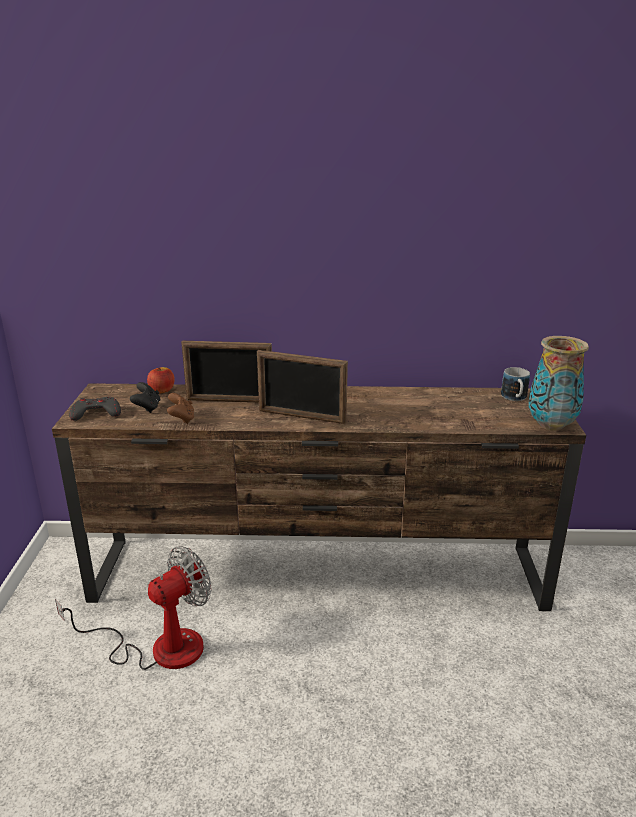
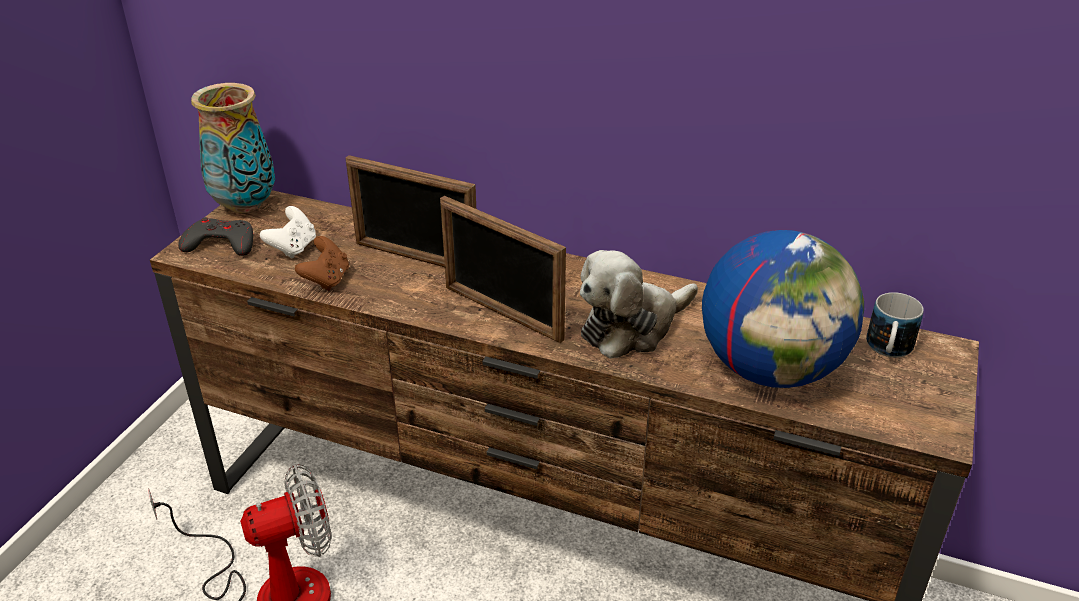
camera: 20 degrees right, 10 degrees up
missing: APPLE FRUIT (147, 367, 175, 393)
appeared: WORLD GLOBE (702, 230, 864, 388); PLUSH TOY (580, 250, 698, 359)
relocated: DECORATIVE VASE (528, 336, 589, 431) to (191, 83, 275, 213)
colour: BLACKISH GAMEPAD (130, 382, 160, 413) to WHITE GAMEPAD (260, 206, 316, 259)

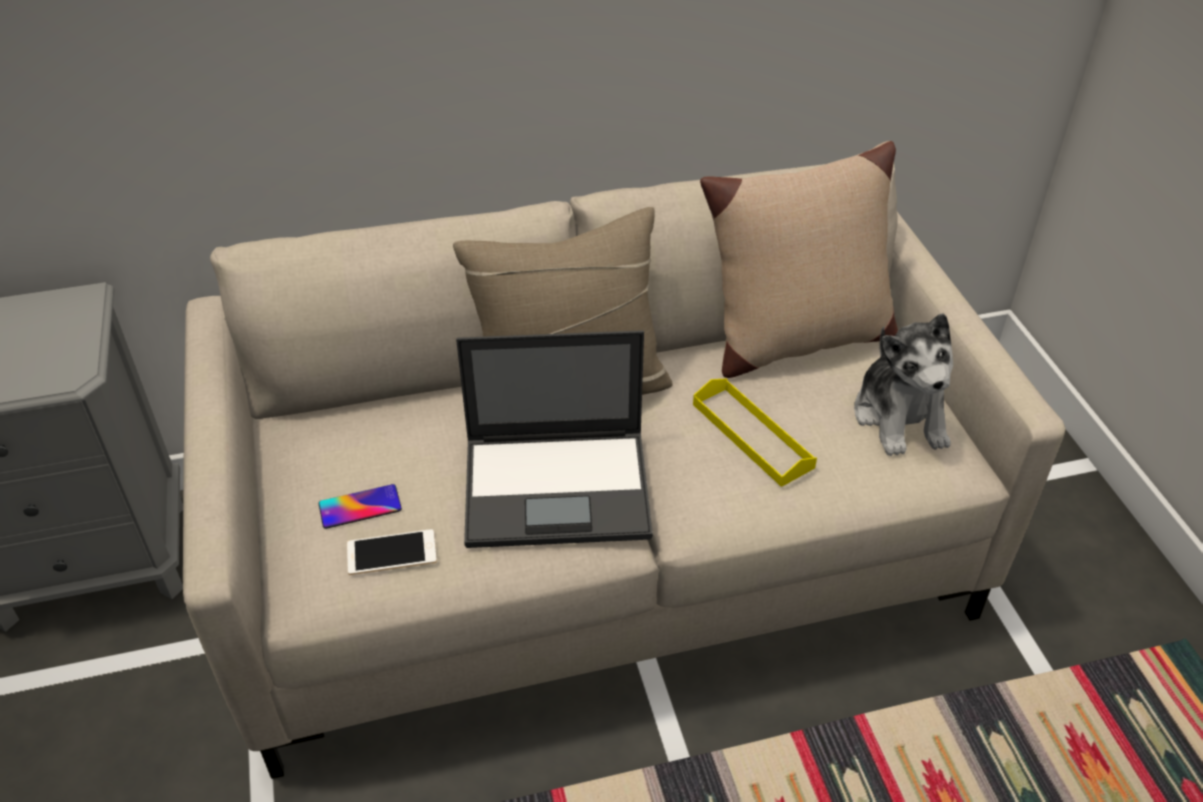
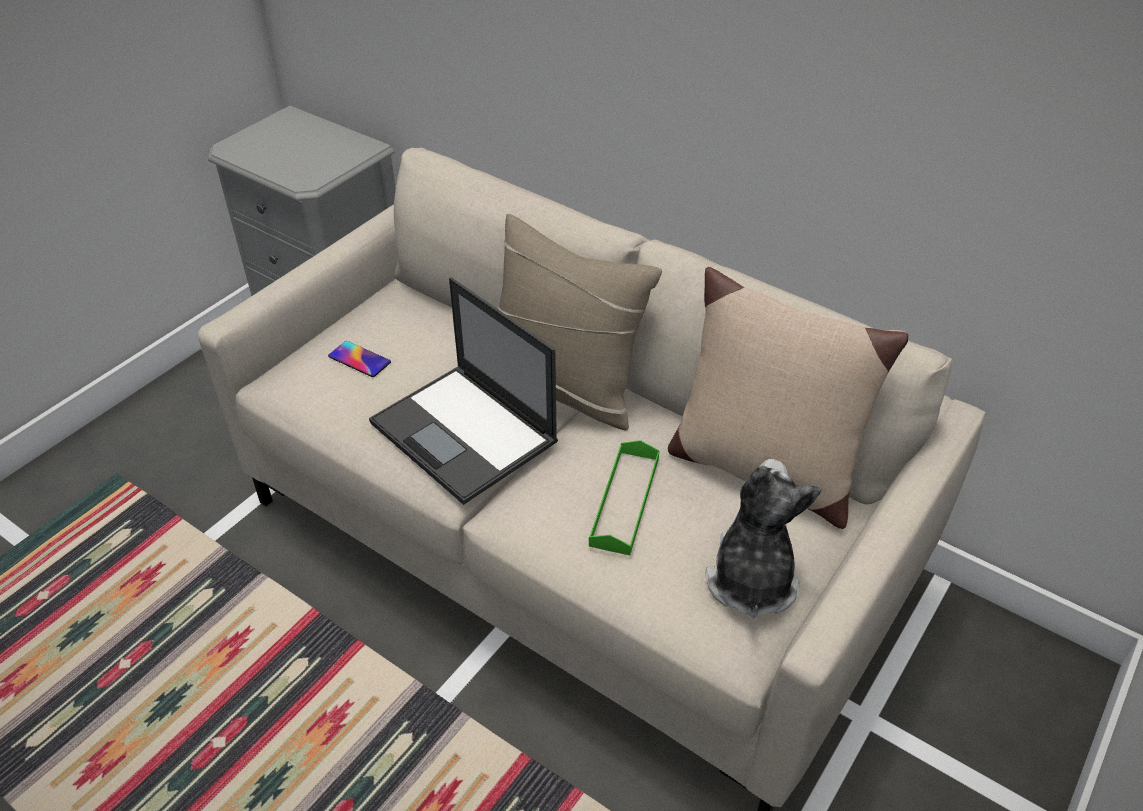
camera: 50 degrees right, 0 degrees up
missing: PHONE (347, 529, 437, 575)
colour: YELLOW-COLOURED TRAY (693, 378, 817, 487) to GREEN TRAY (589, 440, 659, 555)
spun: PLUSH TOY (854, 313, 953, 456) = (705, 459, 822, 619) 150 degrees clockwise

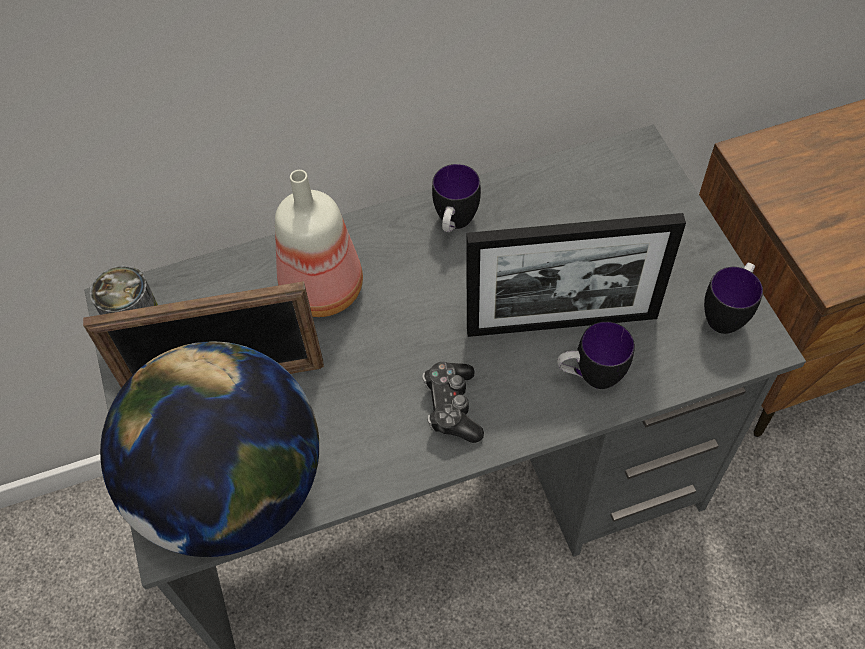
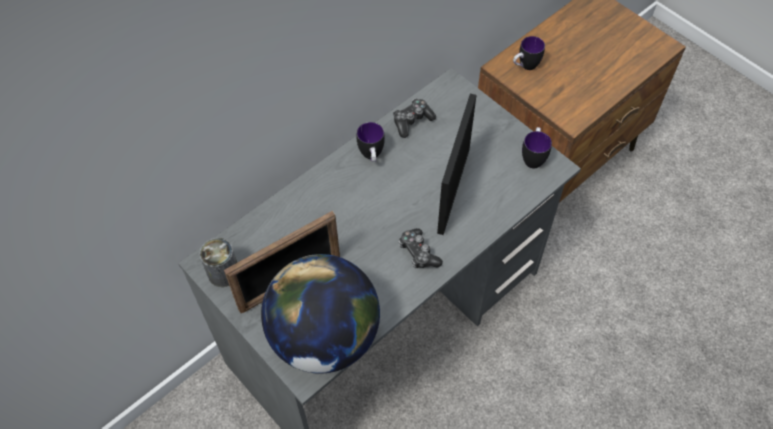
camera: 25 degrees left, 0 degrees up
missing: BEVERAGE BOTTLE (275, 170, 363, 317)
appeared: GAMEPAD (393, 99, 436, 138)
relocated: MUG (557, 321, 635, 389) to (513, 36, 545, 70)
spun: PICTURE FRAME (467, 213, 686, 337) = (437, 94, 476, 235) 135 degrees clockwise

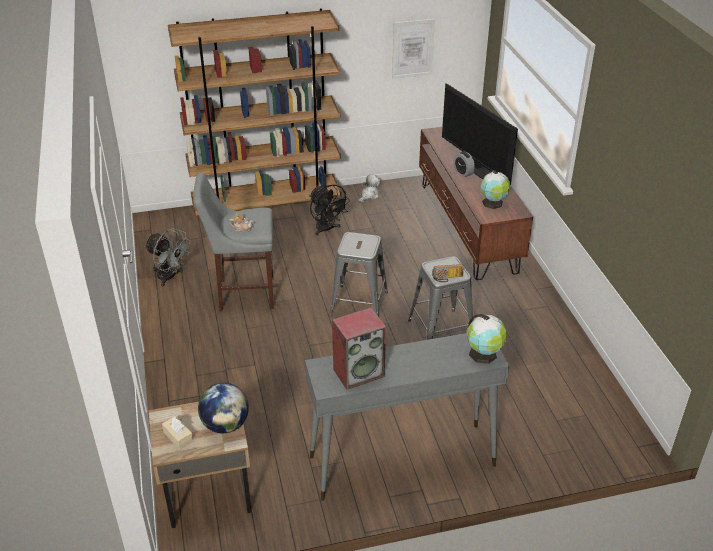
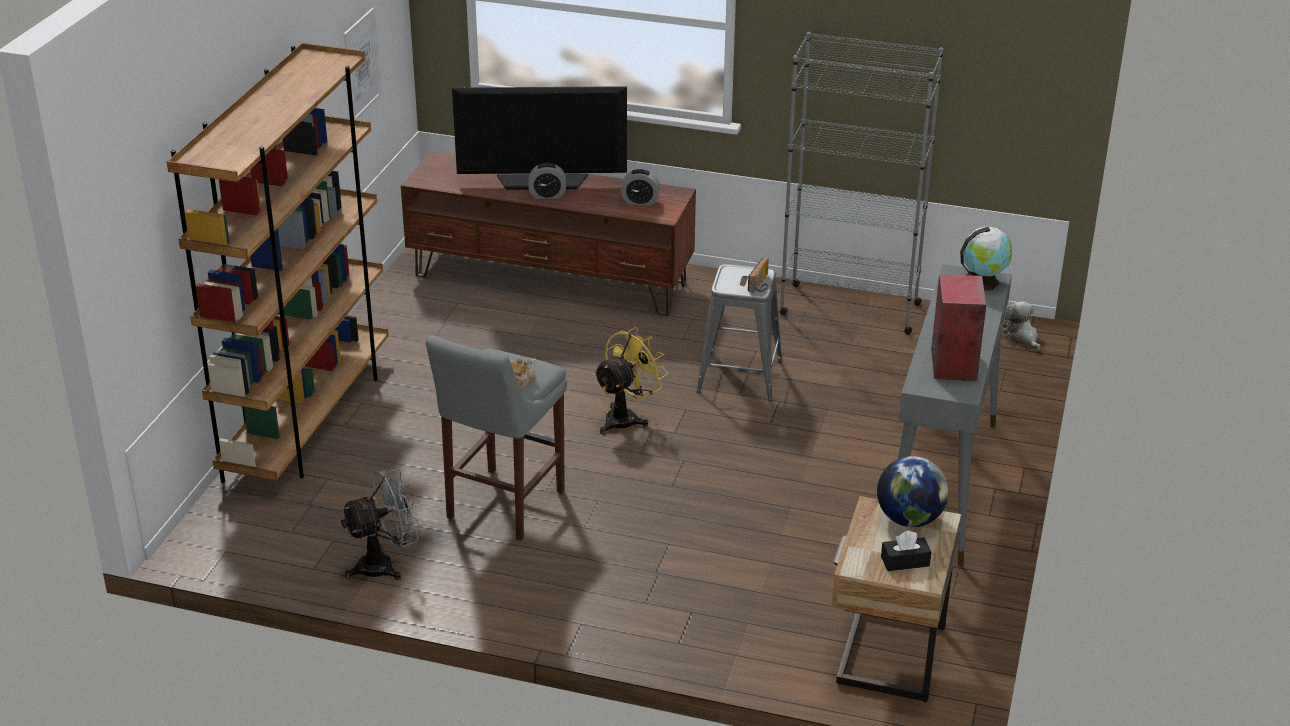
camera: 60 degrees left, 5 degrees down
missing: BLACKISH FAN (309, 185, 350, 236)
appeared: GREY BOOKCASE (780, 32, 944, 335)
relocated: PLUSH TOY (358, 175, 381, 203) to (1003, 301, 1041, 351)
exchanged: WORLD GLOBE (481, 170, 510, 209) to TABLE CLOCK (621, 169, 660, 206); GREY STOOL (329, 232, 388, 317) to YELLOW-COLOURED FAN (593, 327, 668, 434)
colour: BEIGE TISSUE BOX (162, 416, 194, 450) to BLACKISH TISSUE BOX (881, 531, 932, 571)

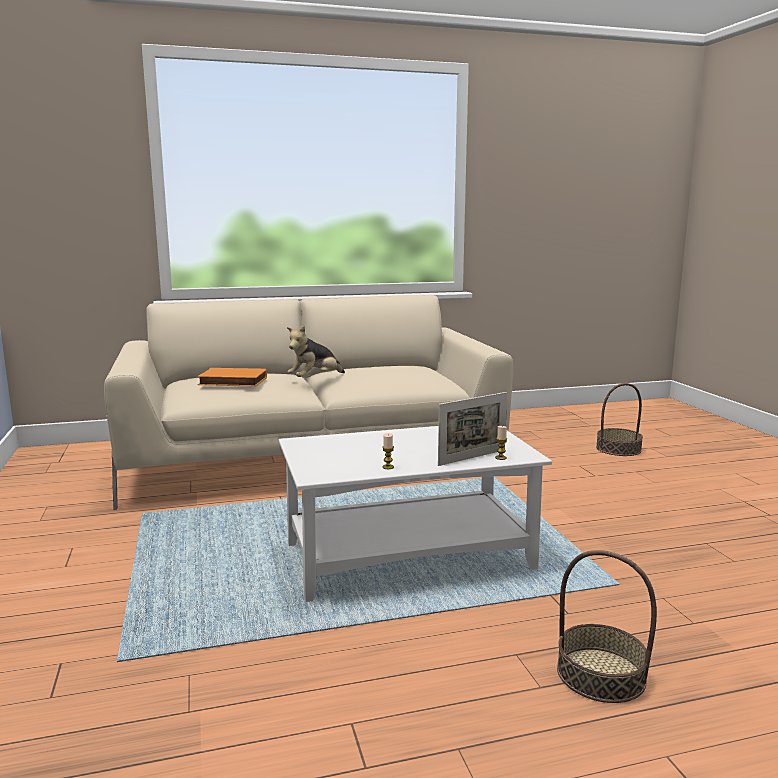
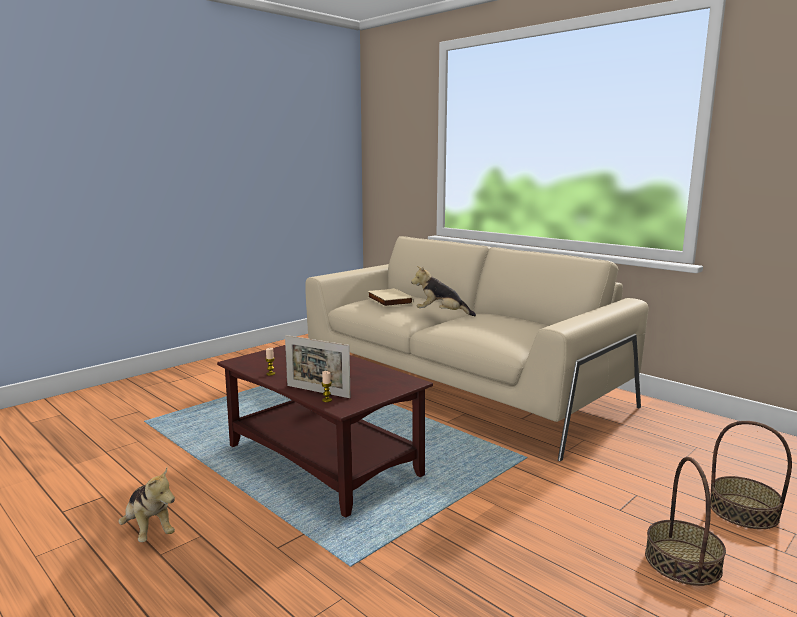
camera: 60 degrees right, 0 degrees up
appeared: PLUSH TOY (118, 468, 175, 542)
relocated: HOUSEHOLD BASKET (557, 550, 657, 703) to (645, 457, 726, 586)
colour: ORANGE BOOK (197, 368, 267, 387) to BEIGE BOOK (368, 288, 414, 307); WHITE LOUNGE TABLE (279, 426, 552, 602) to BROWN LOUNGE TABLE (217, 345, 433, 518)

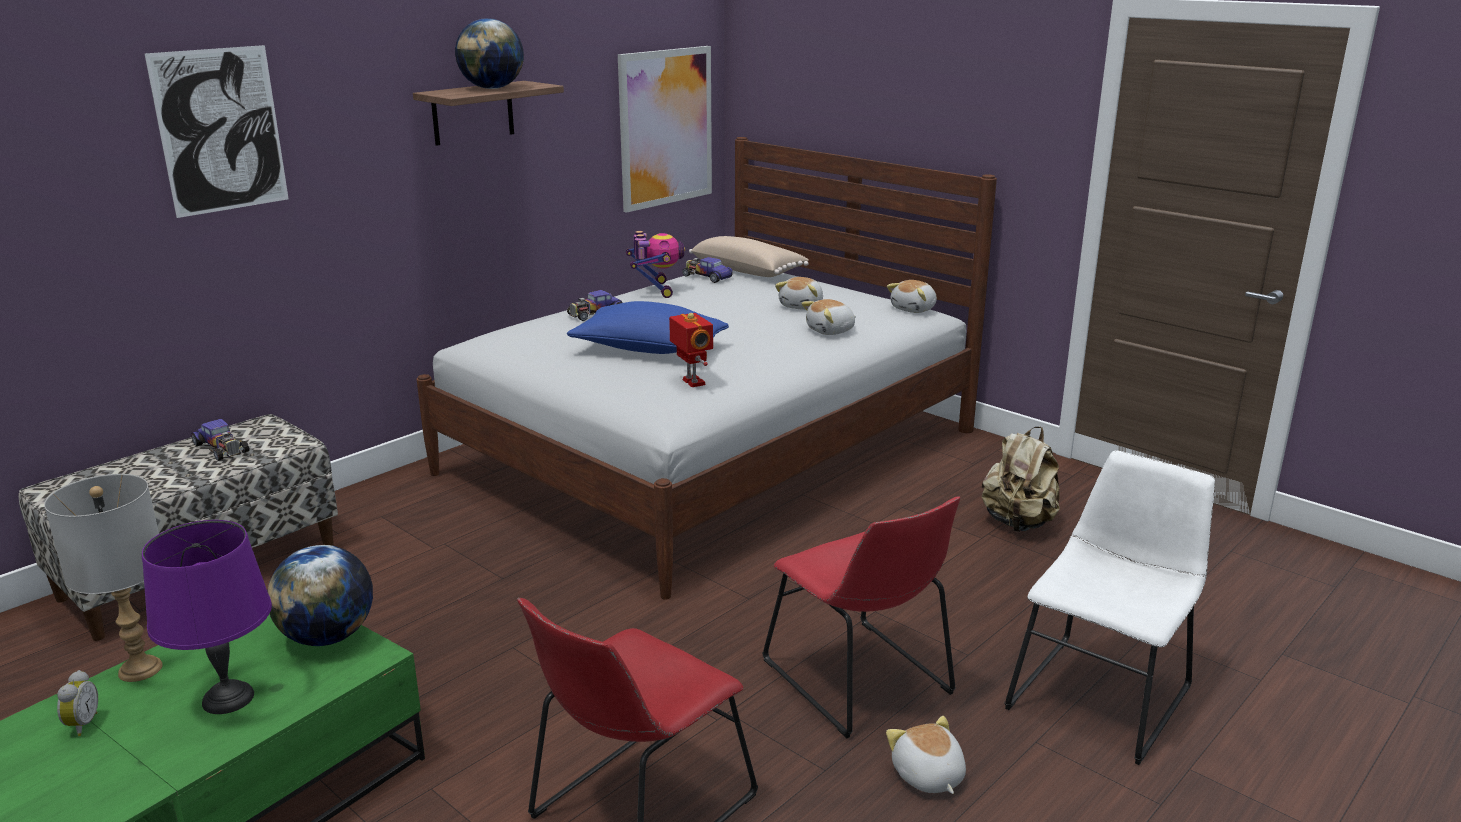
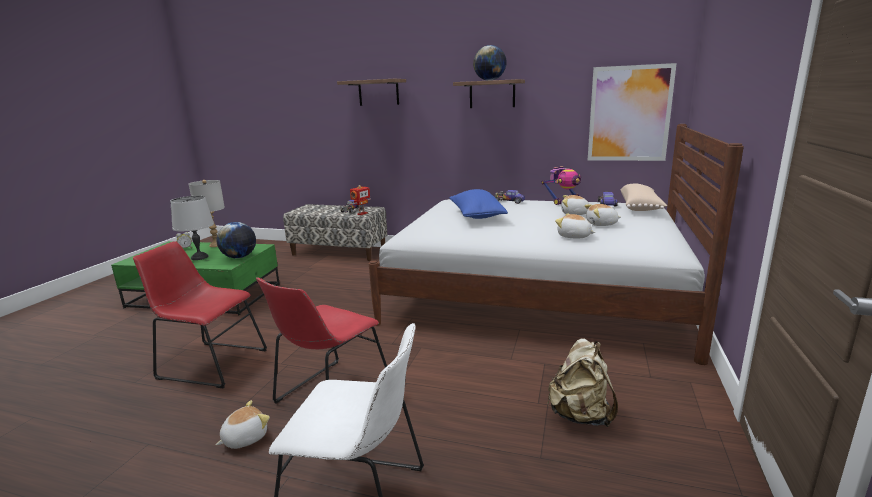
camera: 65 degrees right, 5 degrees down
relocated: PLUSH TOY (887, 280, 937, 313) to (561, 195, 589, 215); TOY ROBOT (669, 313, 713, 387) to (350, 185, 371, 215)
exchanged: WALL ART (145, 45, 289, 218) to SHELF (337, 79, 406, 106)
colour: PURPLE LAMP FOR A TABLE (142, 520, 272, 714) to GREY LAMP FOR A TABLE (170, 196, 214, 260)

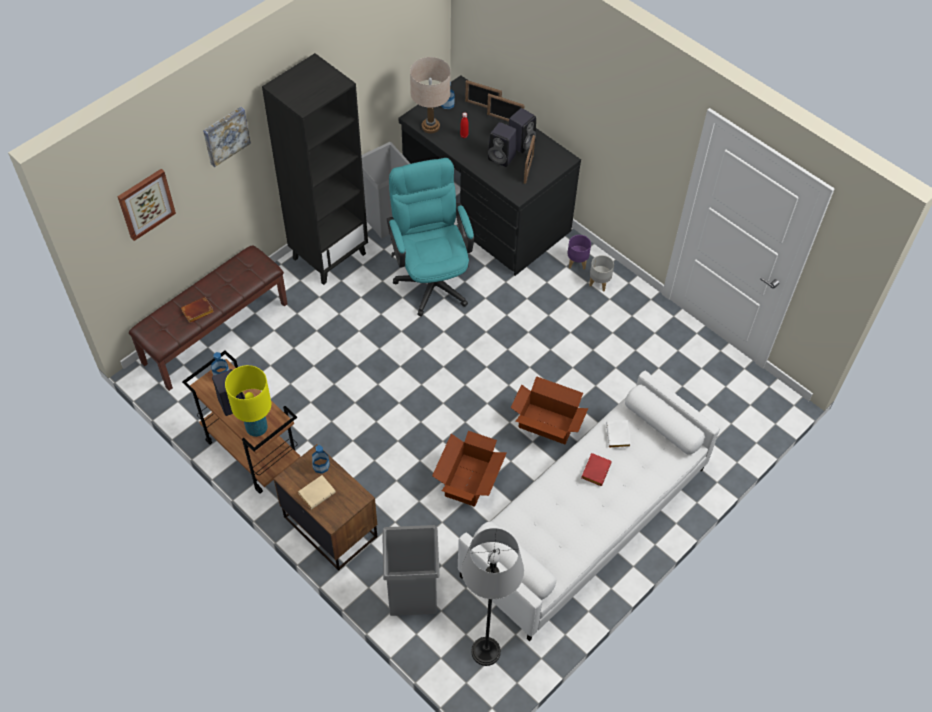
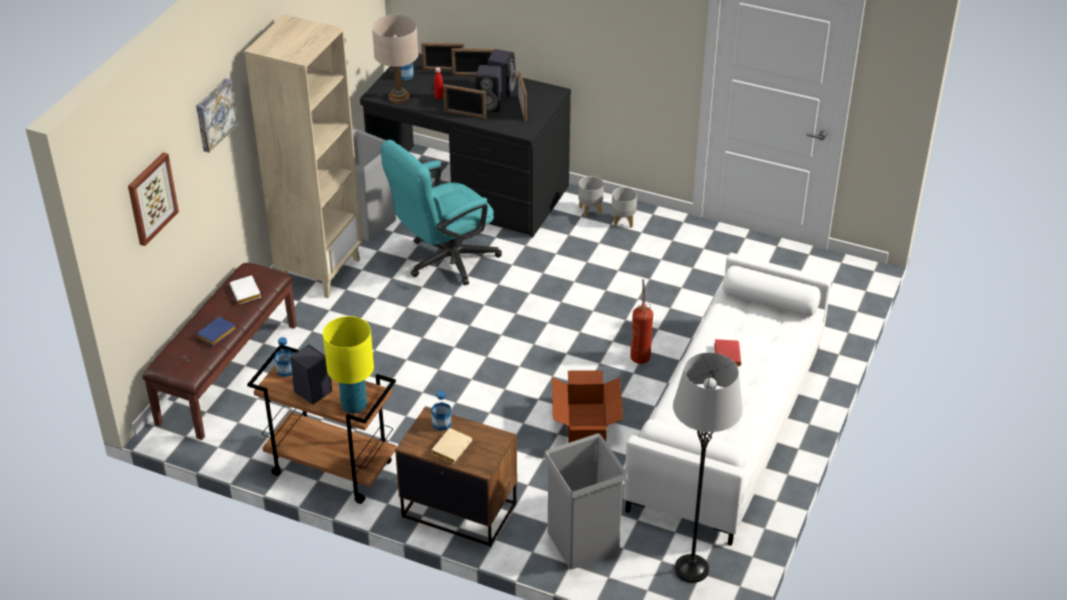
camera: 20 degrees left, 15 degrees down
appeared: PICTURE FRAME (443, 84, 486, 119)
relocated: WHITE BOOK (606, 420, 631, 448) to (230, 275, 261, 304)
exchanged: CARTON (511, 376, 588, 444) to FIRE EXTINGUISHER (630, 279, 653, 364)
colour: BLACKISH BOOKCASE (262, 53, 368, 285) to BEIGE BOOKCASE (244, 14, 362, 298); PURPLE PLANT POT (567, 235, 591, 269) to GREY PLANT POT (579, 176, 604, 217); BROWN BOOK (181, 297, 214, 323) to BLUE-COLOURED BOOK (196, 317, 236, 346)
spun: BLUE-GREEN DESK CHAIR (387, 158, 474, 317) = (381, 140, 502, 285) 90 degrees counterclockwise

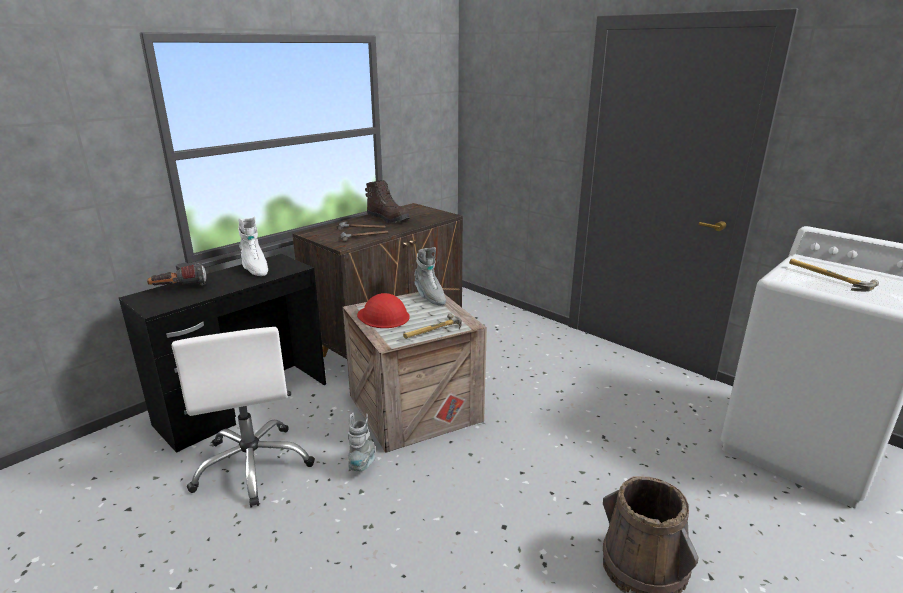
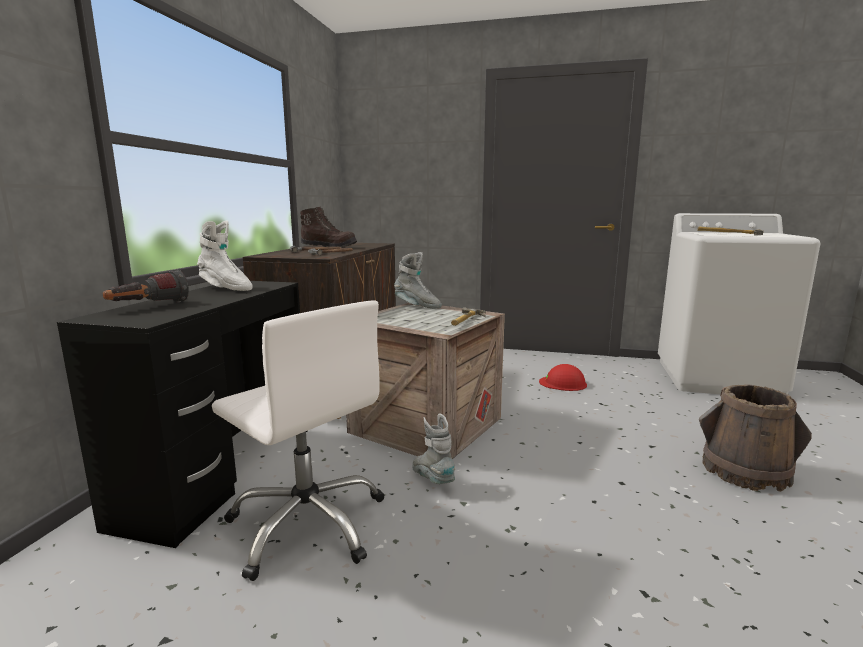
camera: 30 degrees left, 10 degrees down
relocated: REDDISH HARD HAT (357, 293, 410, 328) to (539, 364, 587, 391)

